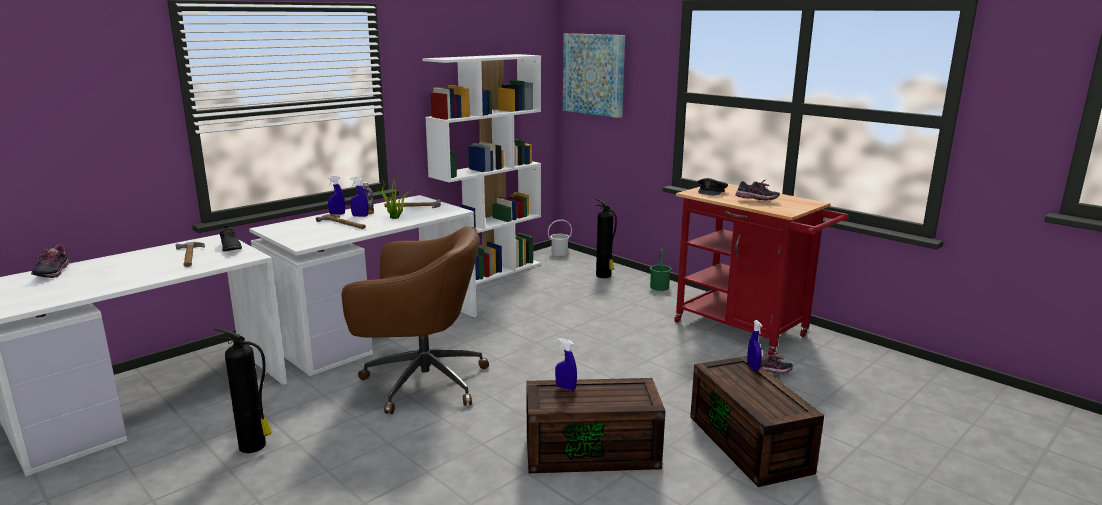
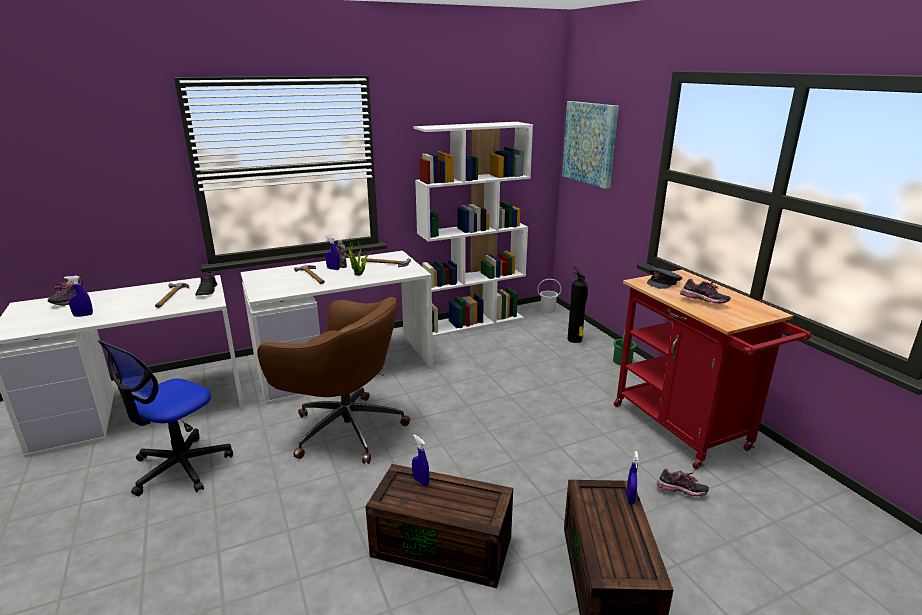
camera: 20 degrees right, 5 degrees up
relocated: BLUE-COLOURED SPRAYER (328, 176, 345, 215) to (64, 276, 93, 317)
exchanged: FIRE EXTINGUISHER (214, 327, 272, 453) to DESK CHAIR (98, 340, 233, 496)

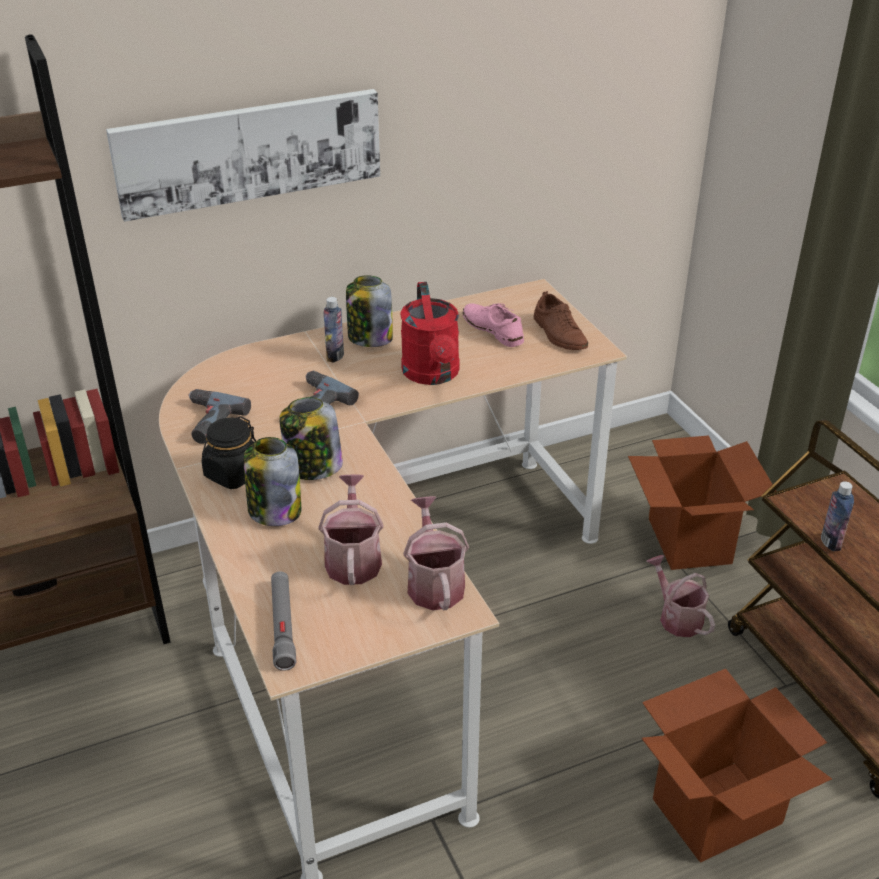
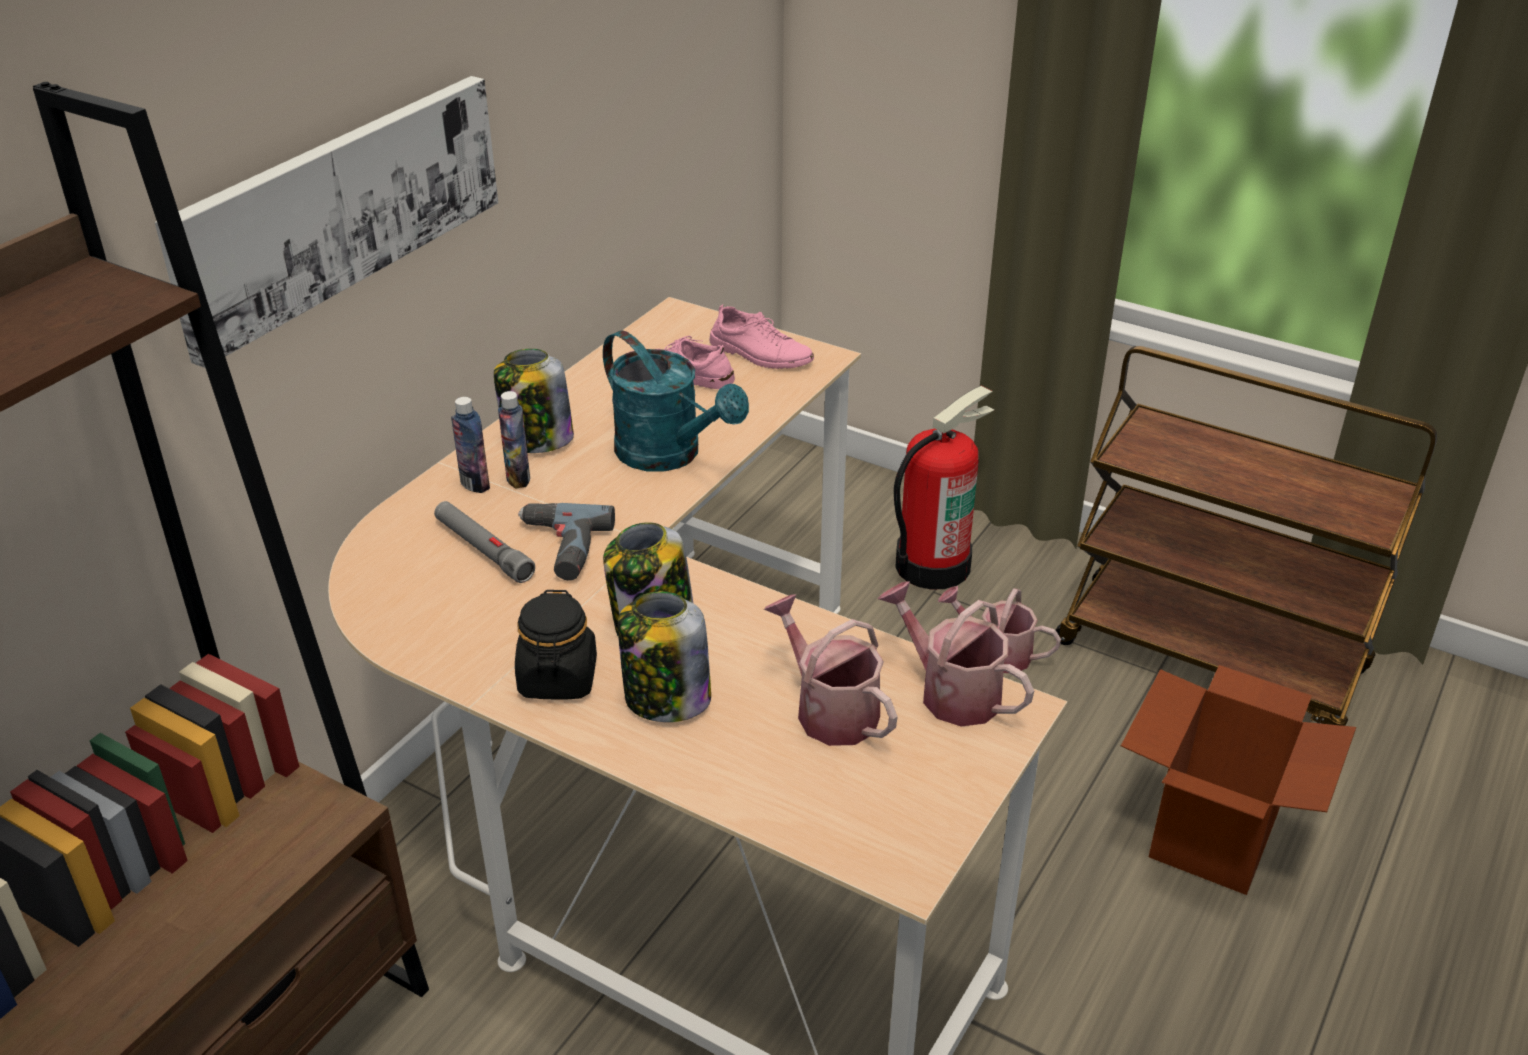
camera: 35 degrees left, 0 degrees up
missing: ELECTRIC DRILL (189, 389, 251, 444)
relocated: BEVERAGE BOTTLE (821, 481, 854, 551) to (451, 397, 490, 493); GREY TORCH (271, 571, 296, 671) to (434, 501, 535, 583)
exchanged: CARTON (628, 435, 776, 570) to FIRE EXTINGUISHER (894, 386, 994, 590)
colour: REDDISH SPRINKLING CAN (400, 282, 460, 385) to BLUE-GREEN SPRINKLING CAN (603, 330, 749, 472); BROWN LOW SHOE (534, 291, 588, 350) to PINK-COLOURED LOW SHOE (709, 304, 814, 369)

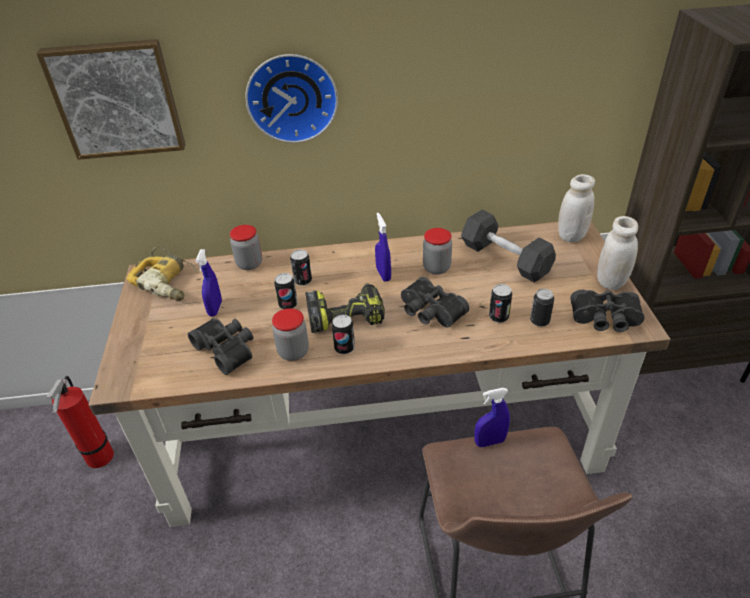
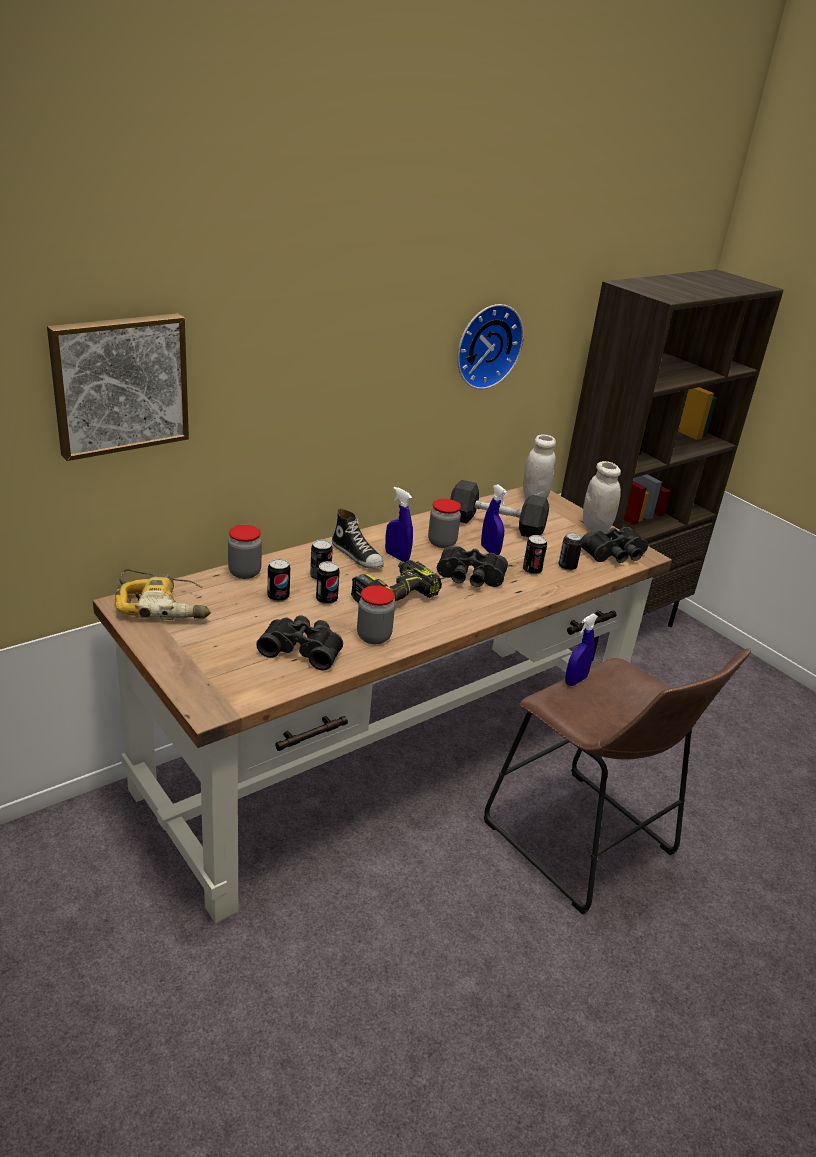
camera: 35 degrees left, 10 degrees down
missing: FIRE EXTINGUISHER (46, 376, 114, 468)
appeared: LOW SHOE (332, 508, 384, 569)
relocated: CLOCK ON THE WALL (245, 54, 338, 143) to (457, 304, 524, 389); BLUE-COLOURED SPRAYER (195, 249, 222, 317) to (481, 485, 508, 555); CAN (332, 315, 355, 354) to (268, 558, 290, 602)

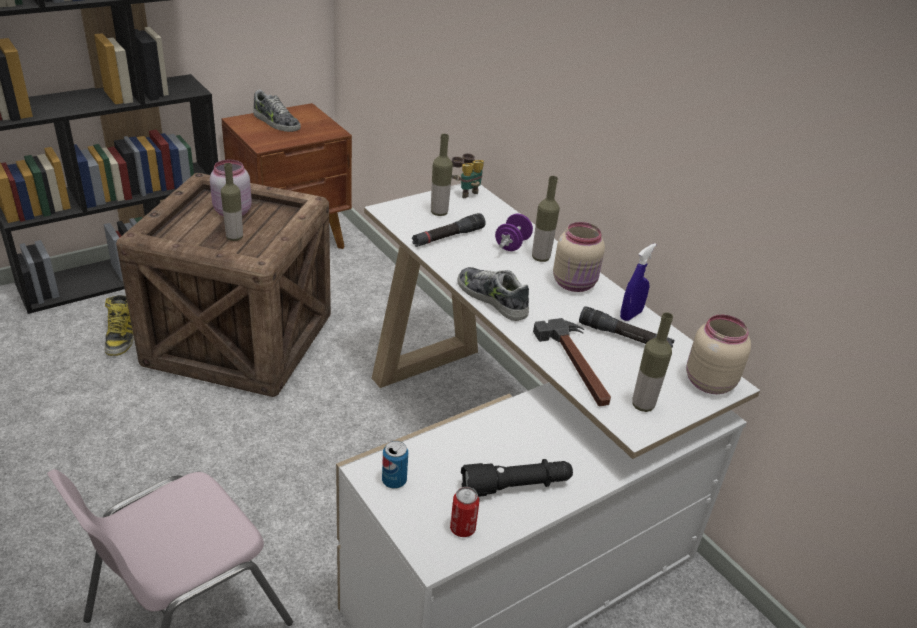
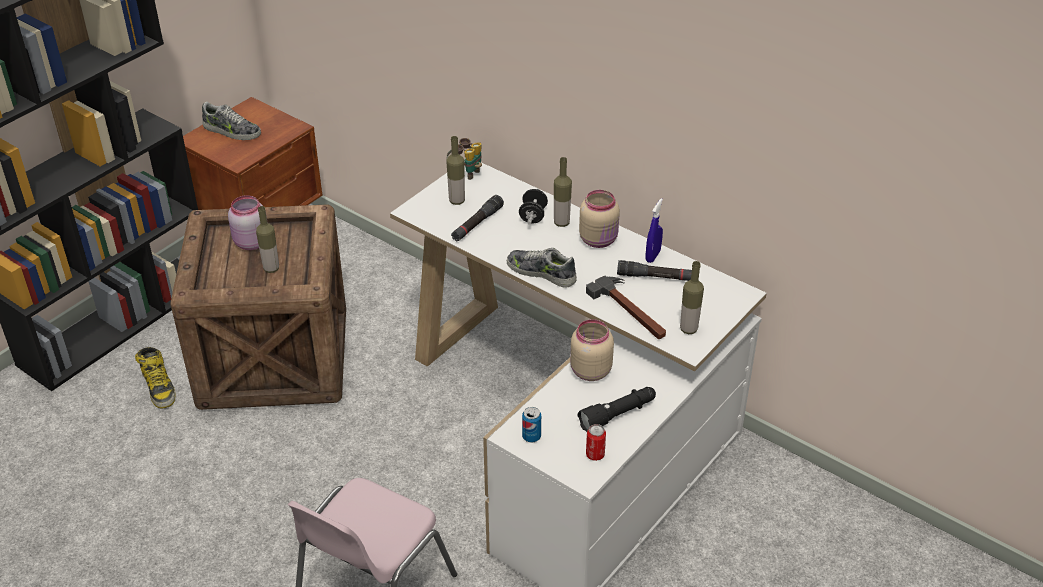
camera: 15 degrees left, 5 degrees up
relocated: BEIGE JAR (686, 315, 751, 394) to (570, 319, 614, 381)
colour: PURPLE DUMBBELL (495, 214, 533, 251) to BLACKISH DUMBBELL (519, 189, 548, 225)

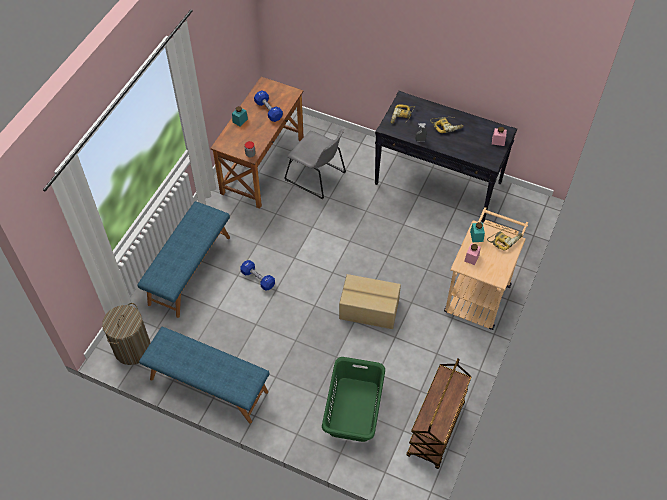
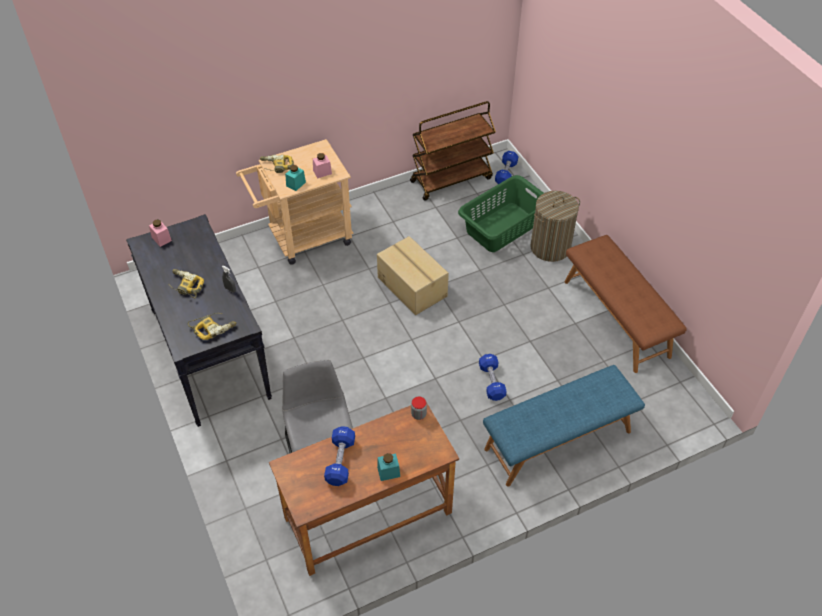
camera: 140 degrees left, 5 degrees down
appeared: BLUE-COLOURED DUMBBELL (495, 151, 518, 184)
relocated: HAMPER (102, 303, 151, 365) to (530, 191, 580, 262)
colour: BLUE-COLOURED LONG SEAT (139, 327, 269, 423) to BROWN LONG SEAT (564, 235, 687, 373)

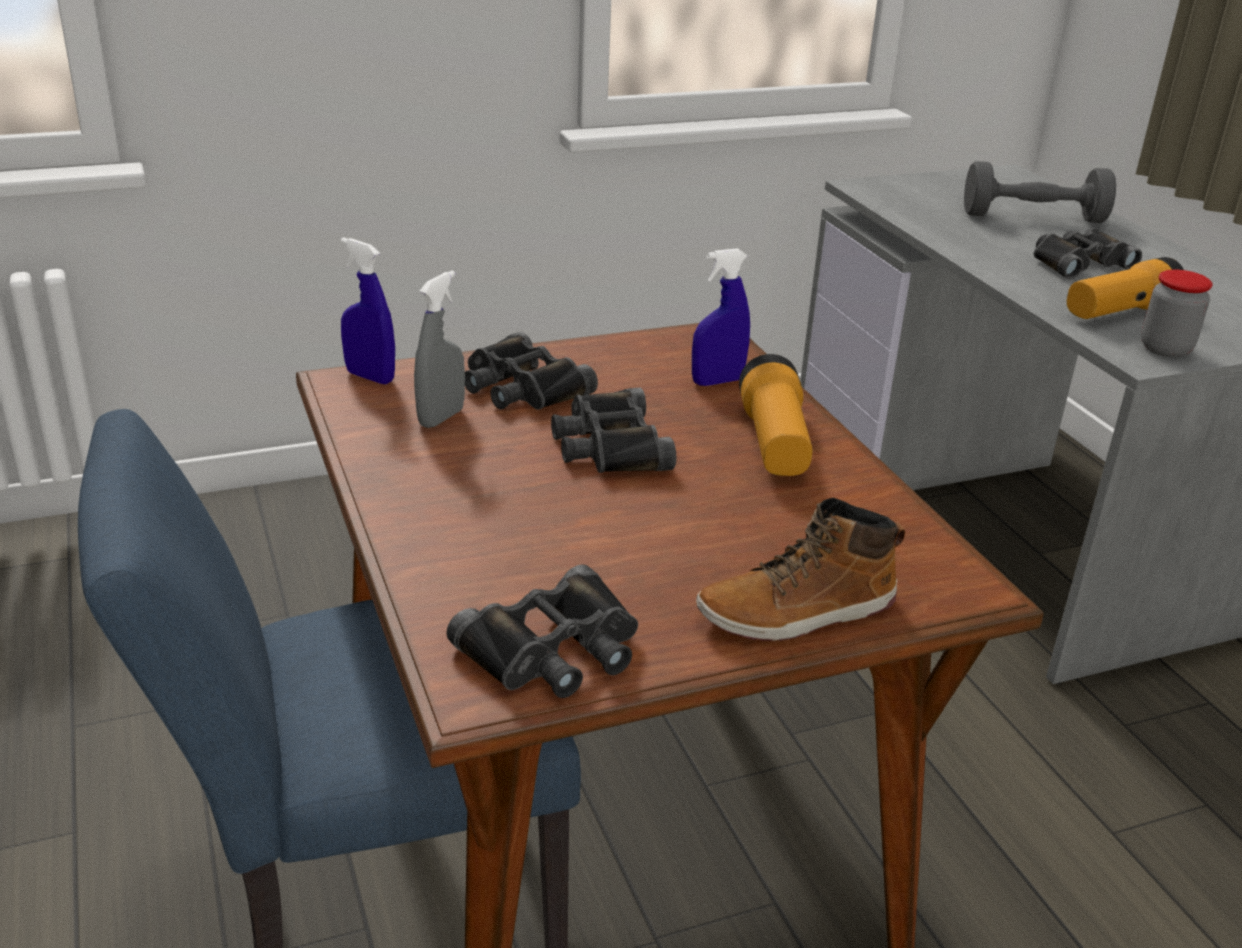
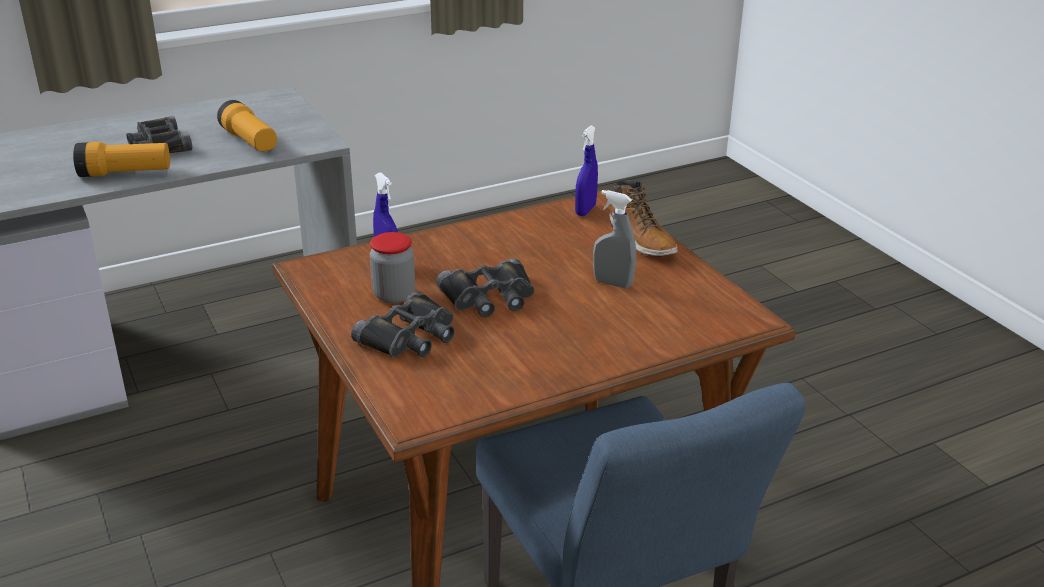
camera: 95 degrees left, 0 degrees up
missing: GREY DUMBBELL (964, 161, 1116, 223); BLACKISH BINOCULARS (446, 564, 638, 698)
relocated: BLUE-COLOURED SPRAYER (341, 237, 395, 384) to (575, 125, 598, 216); JAR (1141, 270, 1213, 357) to (370, 232, 415, 303); GREY SPRAYER (414, 271, 465, 428) to (593, 190, 636, 288); TORCH (739, 354, 812, 476) to (73, 142, 170, 177)

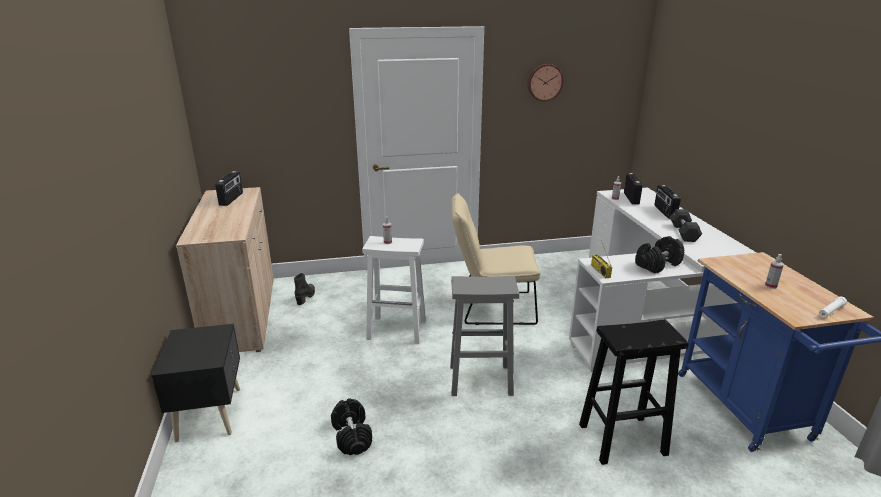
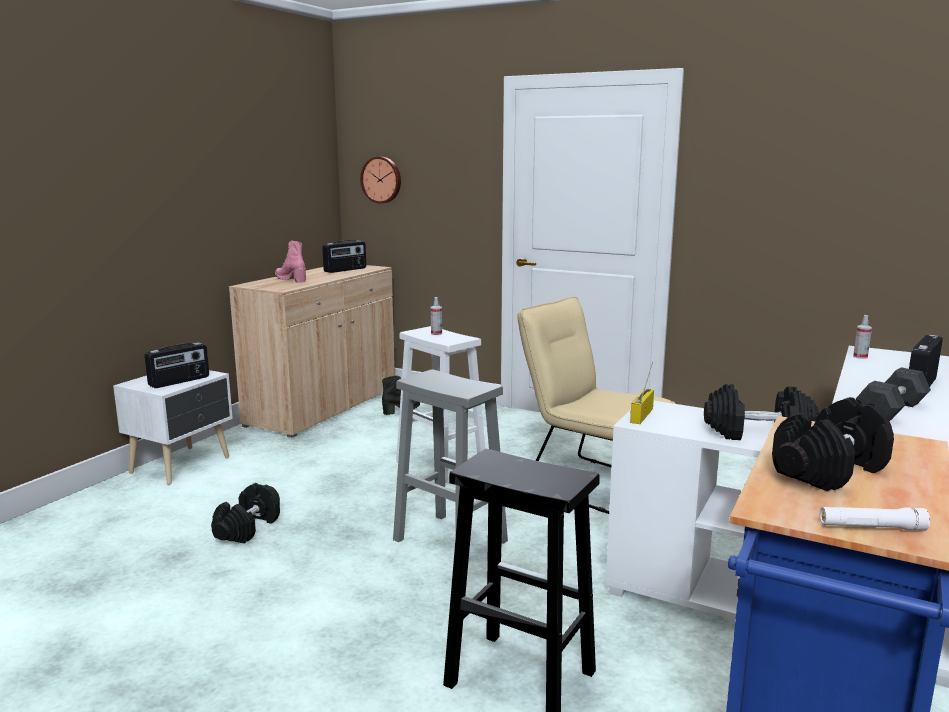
camera: 40 degrees right, 10 degrees down
appeared: PINK-COLOURED TALL BOOT (275, 240, 306, 283)
relocated: CLOCK ON THE WALL (528, 64, 563, 102) to (360, 157, 401, 203); RADIO SET (624, 173, 643, 205) to (145, 342, 209, 388)
exchanged: SPRAYER (765, 254, 784, 289) to BLACKISH DUMBBELL (772, 397, 894, 491)
colour: BLACKISH BEDSIDE TABLE (151, 324, 240, 442) to WHITE BEDSIDE TABLE (113, 370, 233, 485)

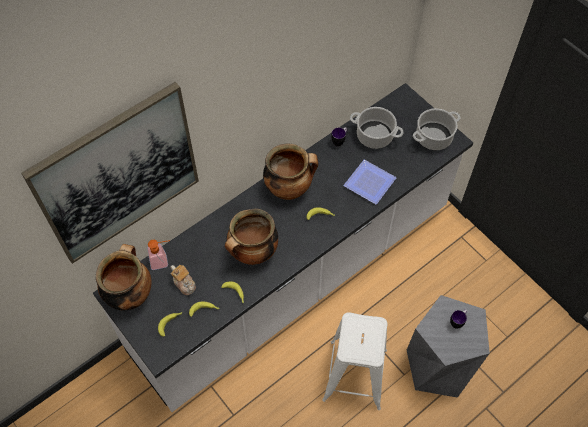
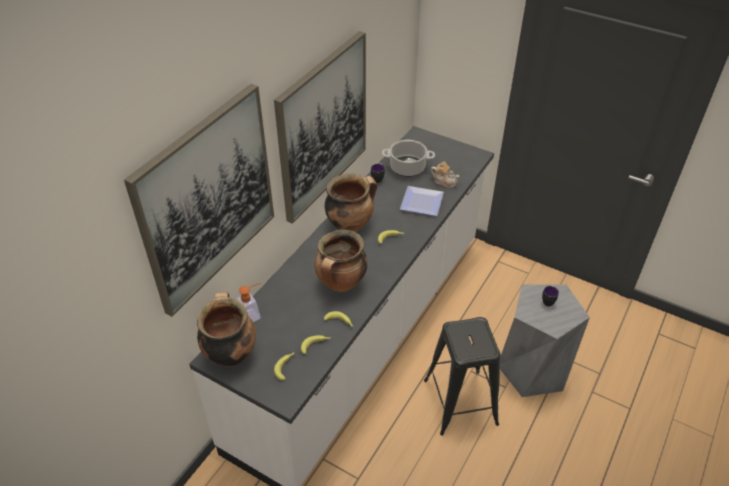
camera: 20 degrees left, 15 degrees down
missing: COOKING POT (413, 108, 461, 150)
appeared: WALL ART (274, 31, 366, 224)
relocated: TEA POT (171, 265, 196, 295) to (431, 162, 460, 188)
colour: WHITE STOOL (322, 312, 388, 410) to BLACKISH STOOL (424, 317, 501, 436)

